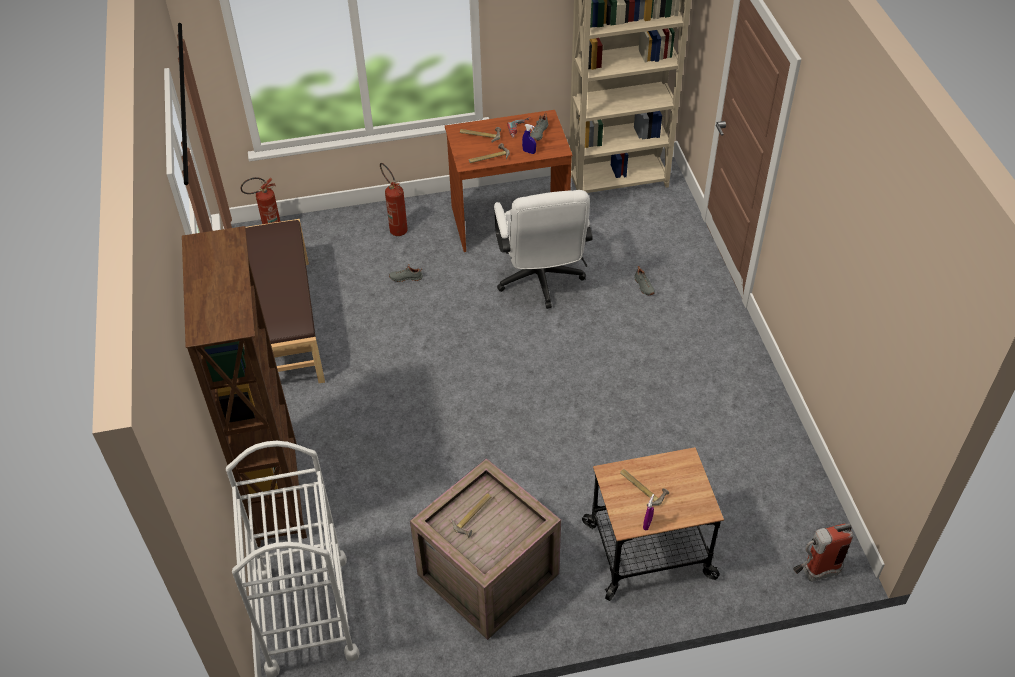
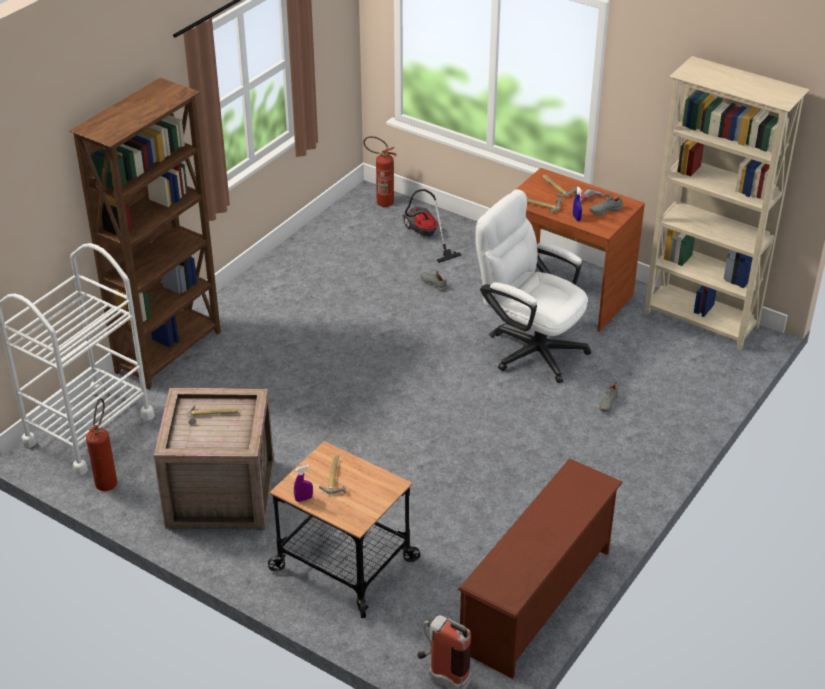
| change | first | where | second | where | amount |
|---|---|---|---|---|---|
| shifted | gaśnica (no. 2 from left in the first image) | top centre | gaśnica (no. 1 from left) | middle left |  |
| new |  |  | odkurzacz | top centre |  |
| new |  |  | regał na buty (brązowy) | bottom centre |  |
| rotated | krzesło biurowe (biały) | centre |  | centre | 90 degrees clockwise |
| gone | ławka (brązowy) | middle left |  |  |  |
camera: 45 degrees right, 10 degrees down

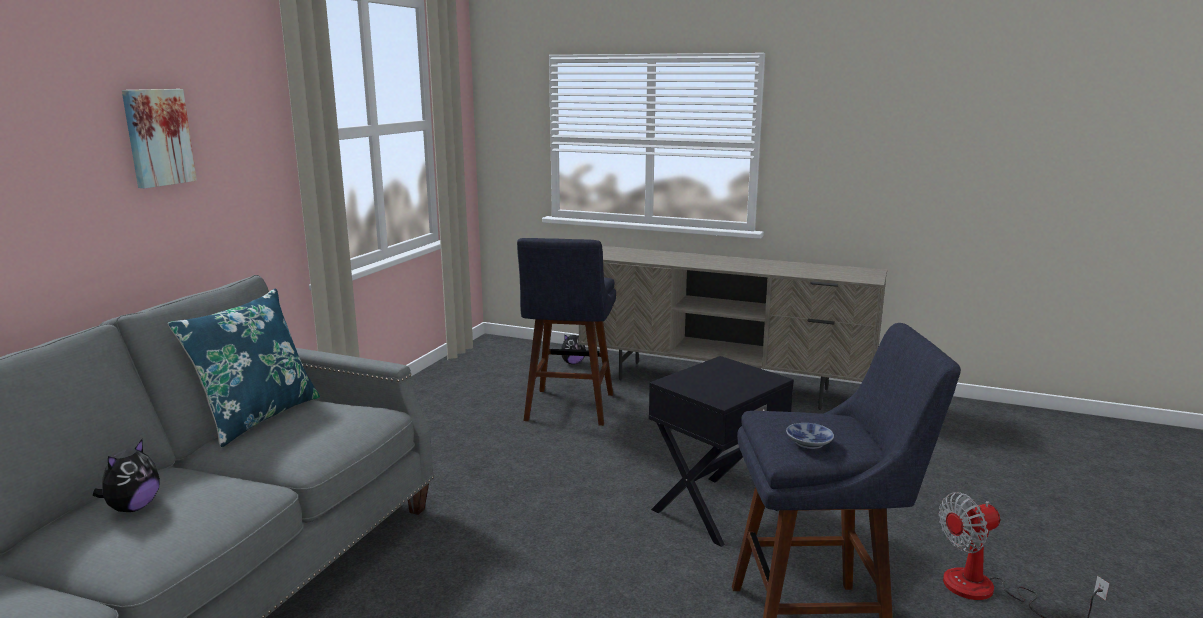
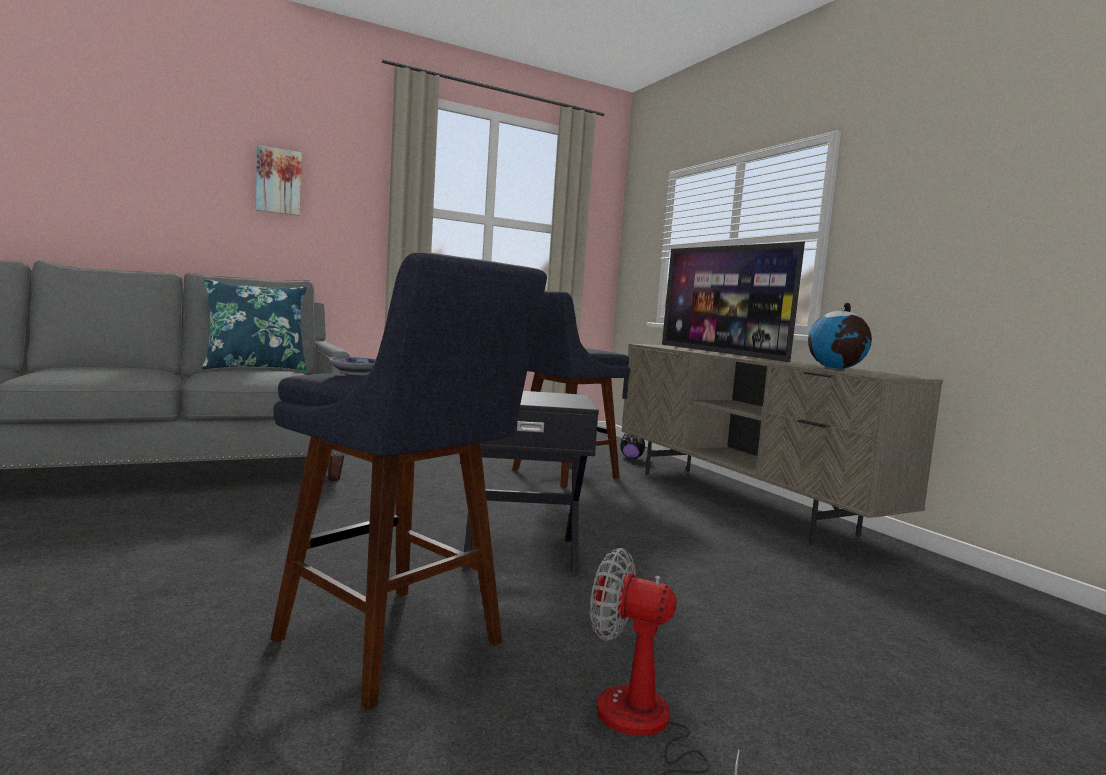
| change | first | where | second | where | amount |
|---|---|---|---|---|---|
| new |  |  | telewizor | centre |  |
| new |  |  | globus | middle right |  |
| gone | pluszak (no. 1 from left) | bottom left |  |  |  |
camera: 40 degrees right, 10 degrees down

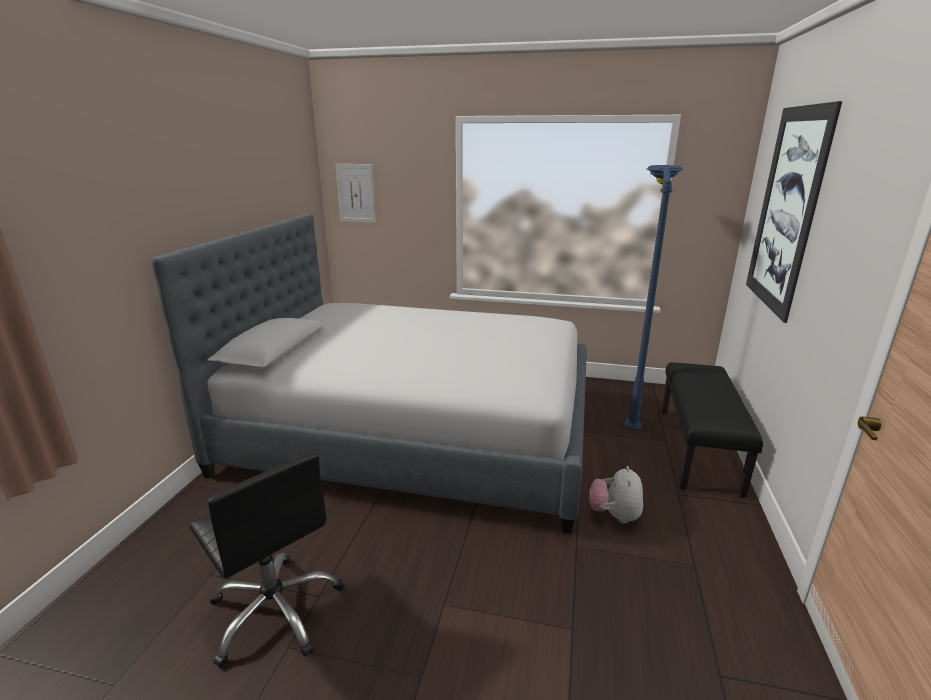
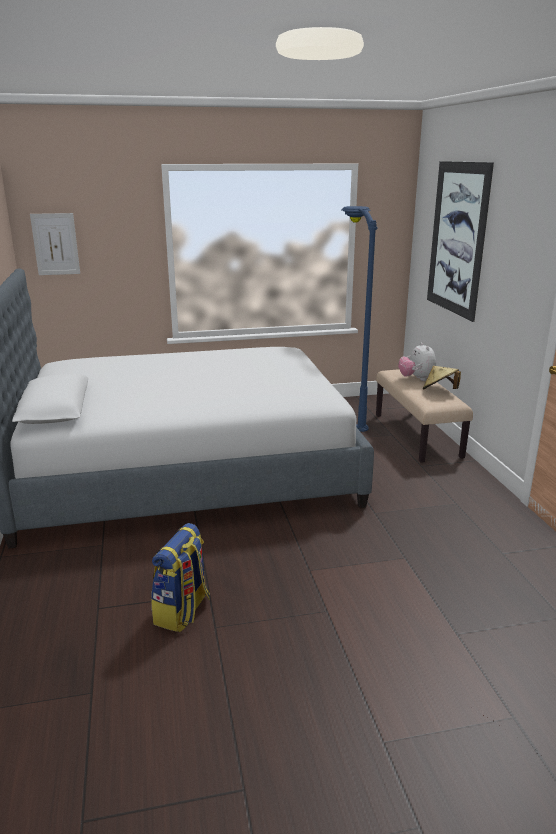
| change | first | where | second | where | amount |
|---|---|---|---|---|---|
| swapped | krzesło biurowe (czarny) | bottom left | plecak | bottom left |  |
| repainted | ławka (czarny) | middle right | ławka (beżowy) | middle right |  |
| shifted | pluszak | bottom centre |  | middle right |  |
| new |  |  | kapelusz (beżowy) | middle right |  |
camera: 25 degrees left, 0 degrees up

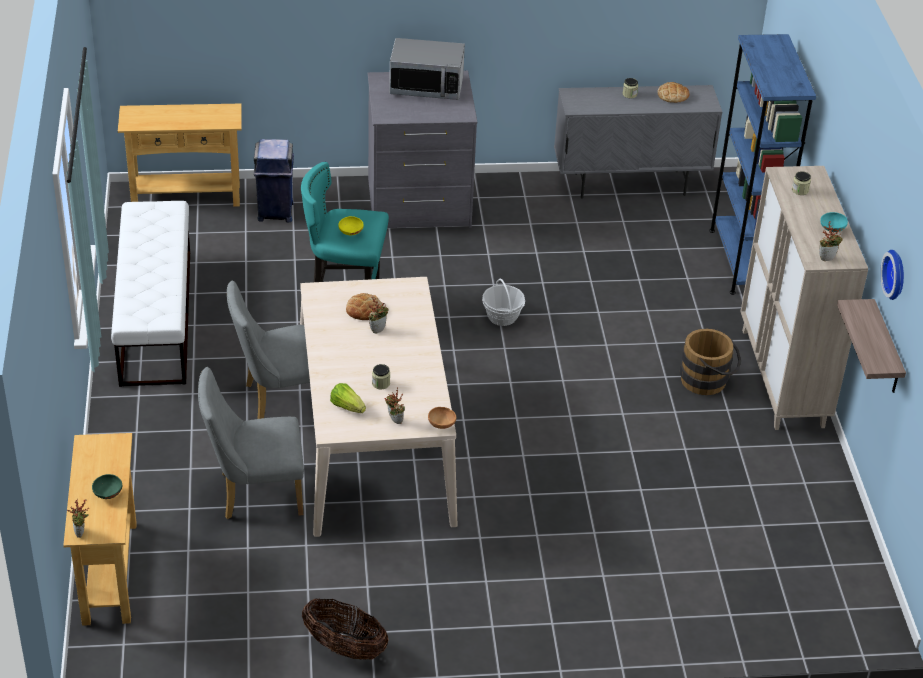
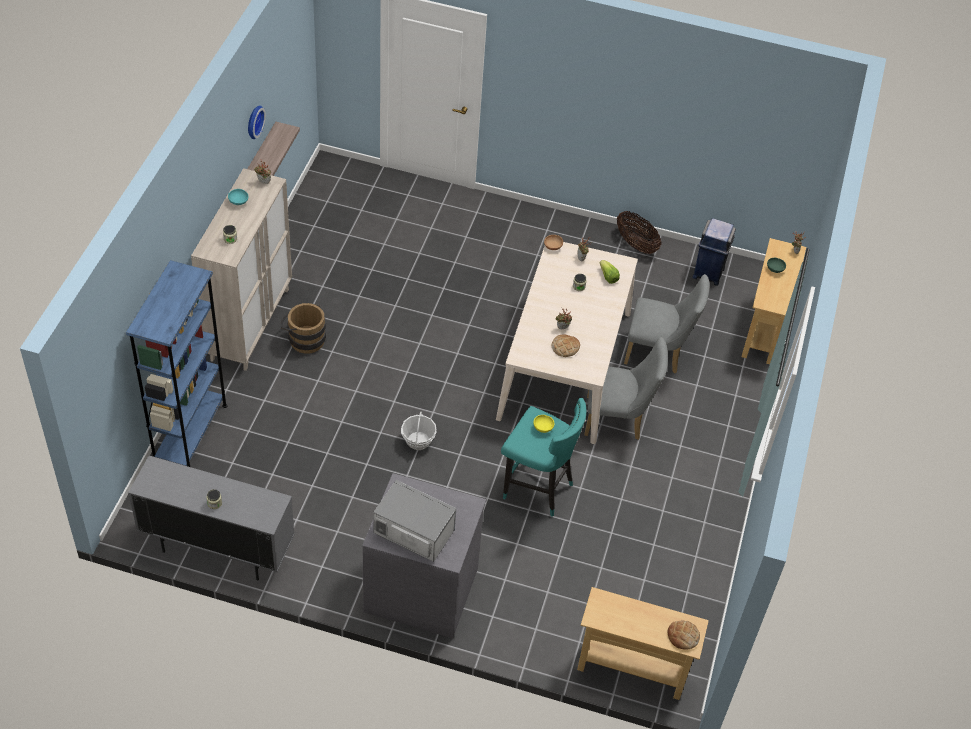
| change | first | where | second | where | amount |
|---|---|---|---|---|---|
| shifted | chleb (no. 2 from left) | top right |  | bottom right |  |
| shifted | kosz na śmieci (niebieski) | top left |  | middle right |  |
| gone | ławka (biały) | middle left |  |  |  |
camera: 160 degrees left, 10 degrees up

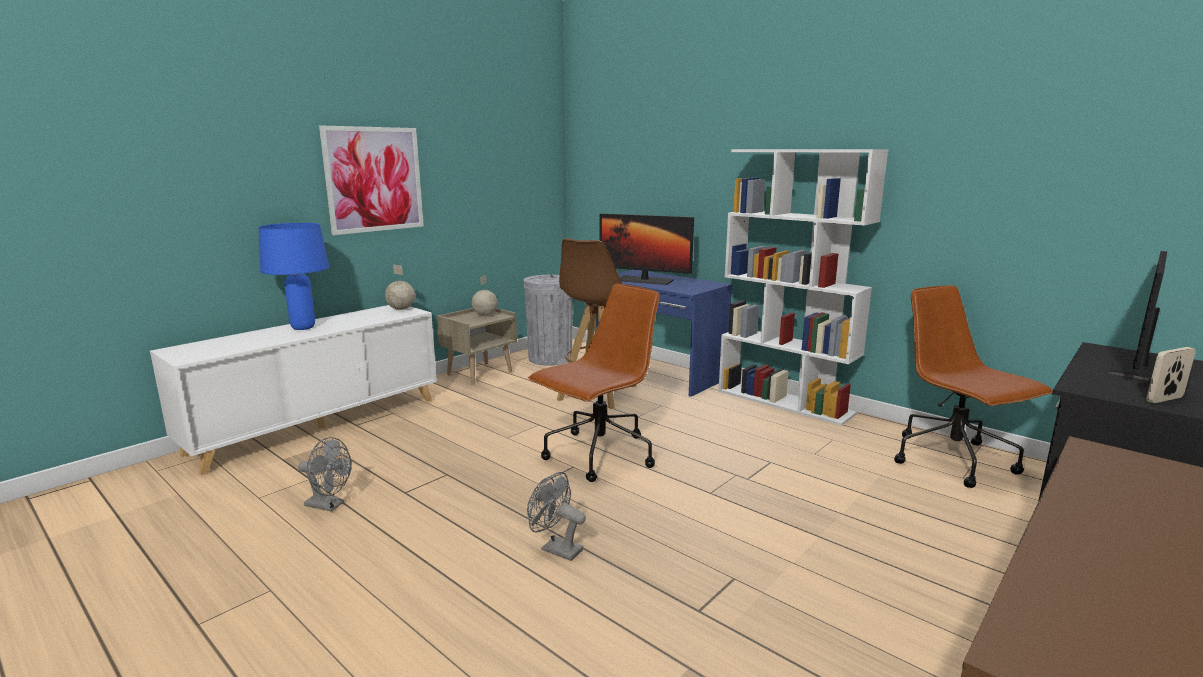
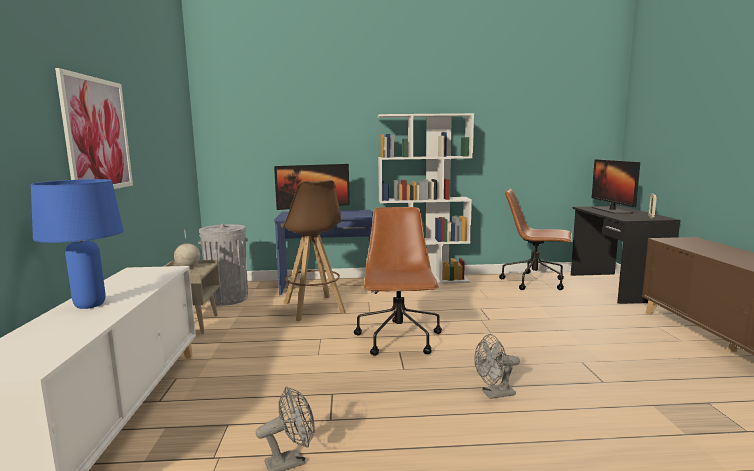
| change | first | where | second | where | amount |
|---|---|---|---|---|---|
| gone | globus (no. 1 from left) | middle left |  |  |  |
camera: 45 degrees left, 5 degrees down

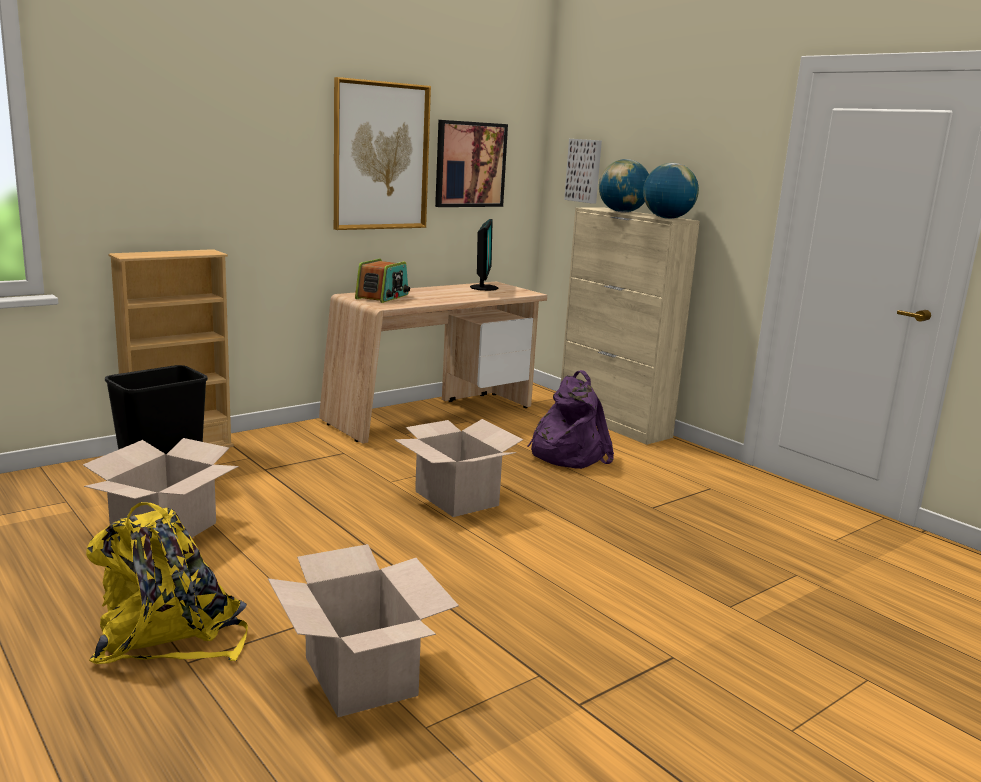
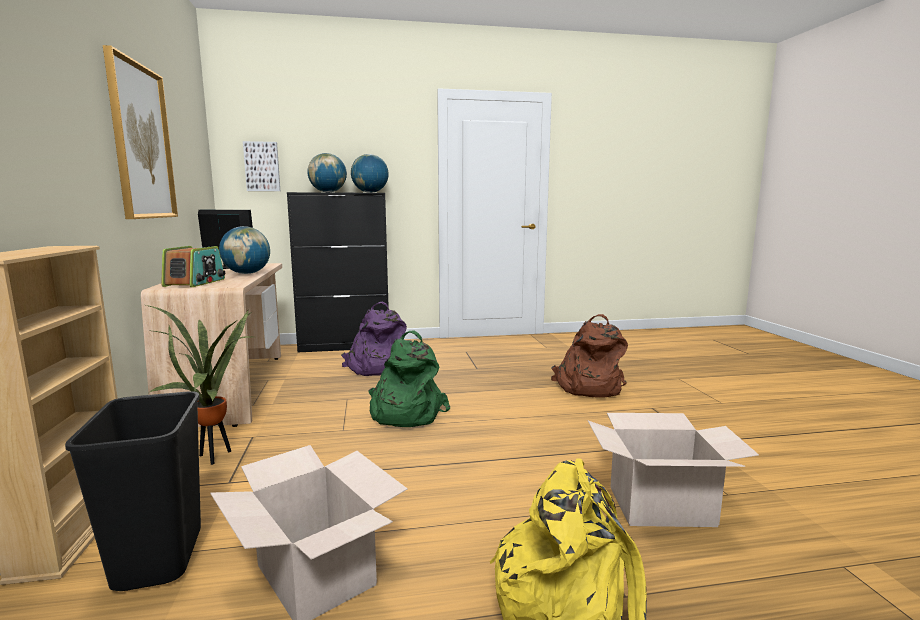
| change | first | where | second | where | amount |
|---|---|---|---|---|---|
| new |  |  | roślina doniczkowa | middle left |  |
| rotated | radio | centre |  | middle left | 45 degrees clockwise |
| new |  |  | globus (no. 1 from left) | middle left |  |
| repainted | szafka (beżowy) | centre | szafka (czarny) | centre |  |
| swapped | karton (no. 3 from left) | centre | plecak (zielony) | centre |  |
| new |  |  | plecak (brązowy) | centre |  |
| gone | obraz (no. 2 from left) | top centre |  |  |  |
camera: 60 degrees left, 5 degrees down

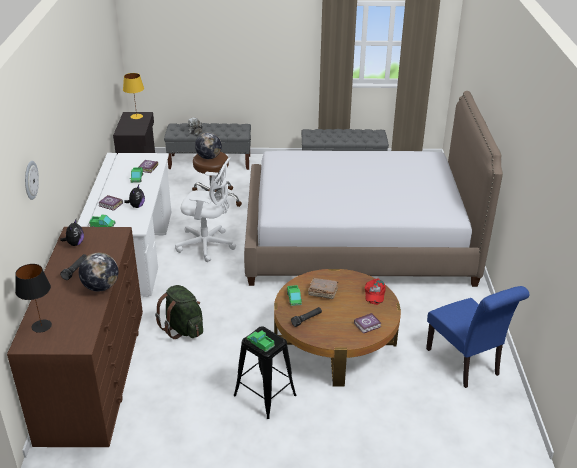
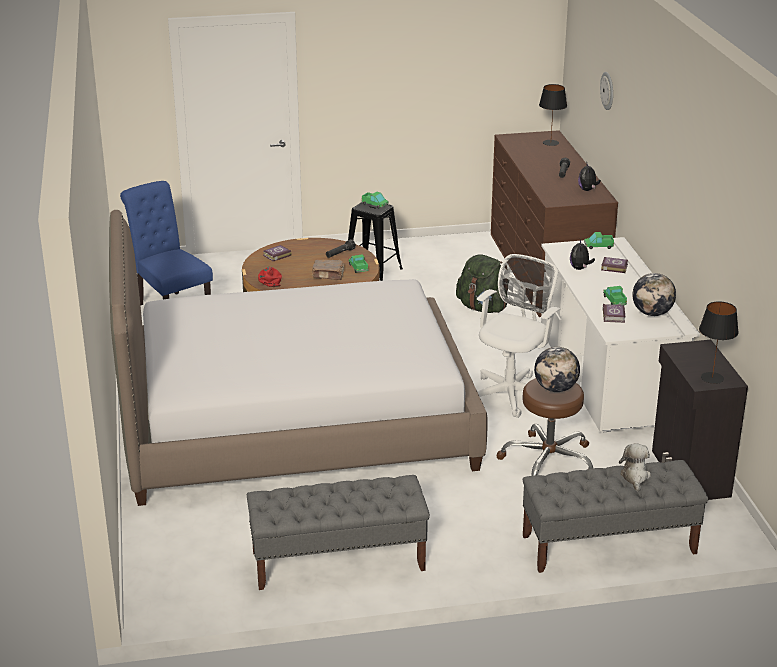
| change | first | where | second | where | amount |
|---|---|---|---|---|---|
| rotated | krzesło biurowe (biały) | centre |  | middle right | 120 degrees clockwise |
| shifted | globus (no. 1 from left in the first image) | middle left | globus (no. 2 from left) | middle right |  |
| repainted | lampa stołowa (żółty) | top left | lampa stołowa (czarny) (no. 2 from left) | middle right |  |
camera: 170 degrees right, 5 degrees down

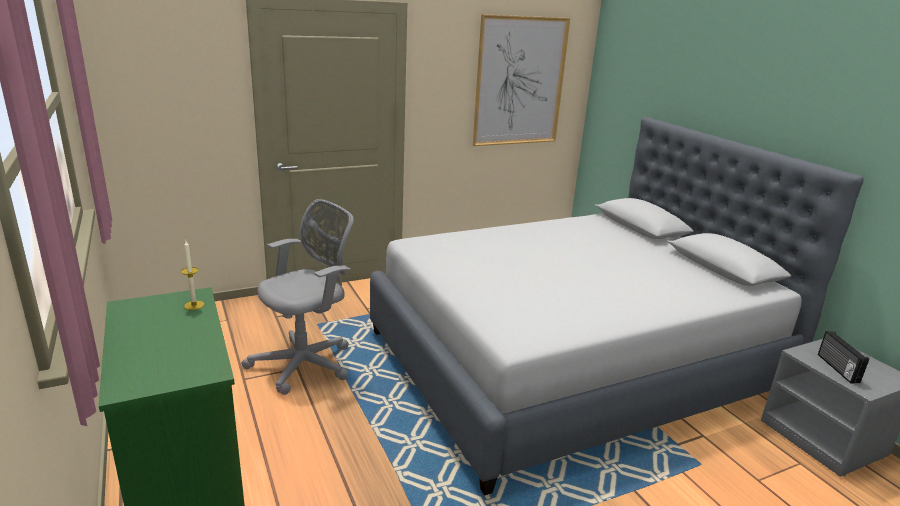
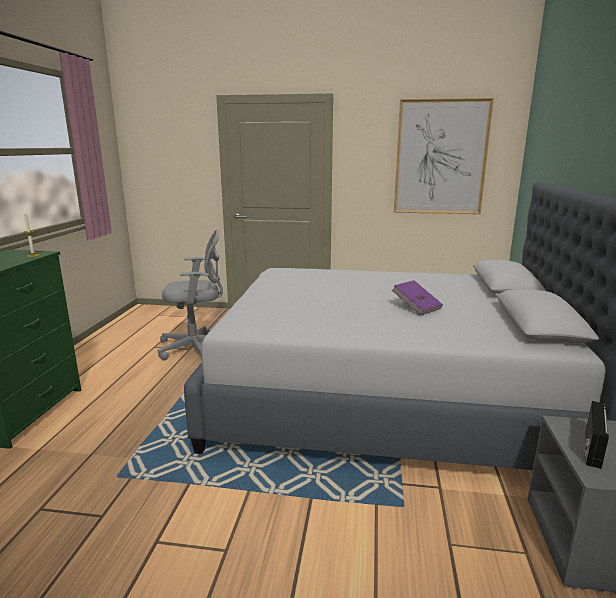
| change | first | where | second | where | amount |
|---|---|---|---|---|---|
| new |  |  | książka (fioletowy) | middle right |  |
camera: 35 degrees right, 5 degrees down

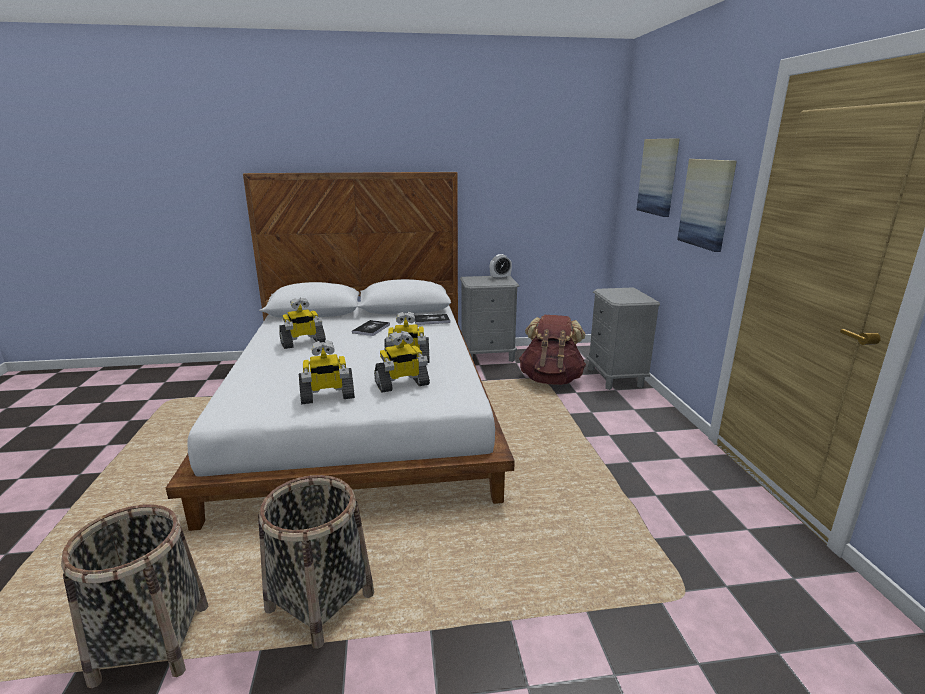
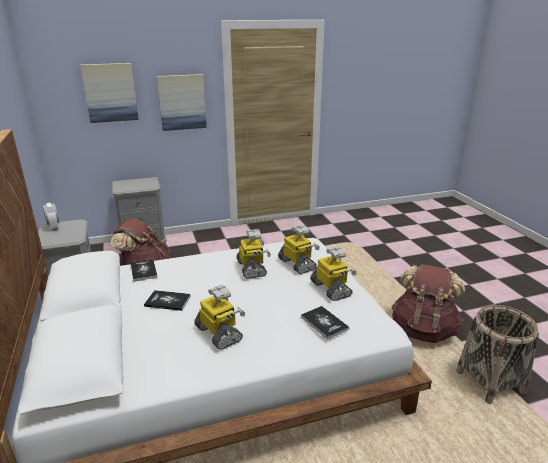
| change | first | where | second | where | amount |
|---|---|---|---|---|---|
| new |  |  | książka (no. 3 from left) | bottom centre |  |
| swapped | koszyk (no. 2 from left) | bottom centre | plecak (brązowy) (no. 2 from left) | middle right |  |
camera: 100 degrees left, 5 degrees up

